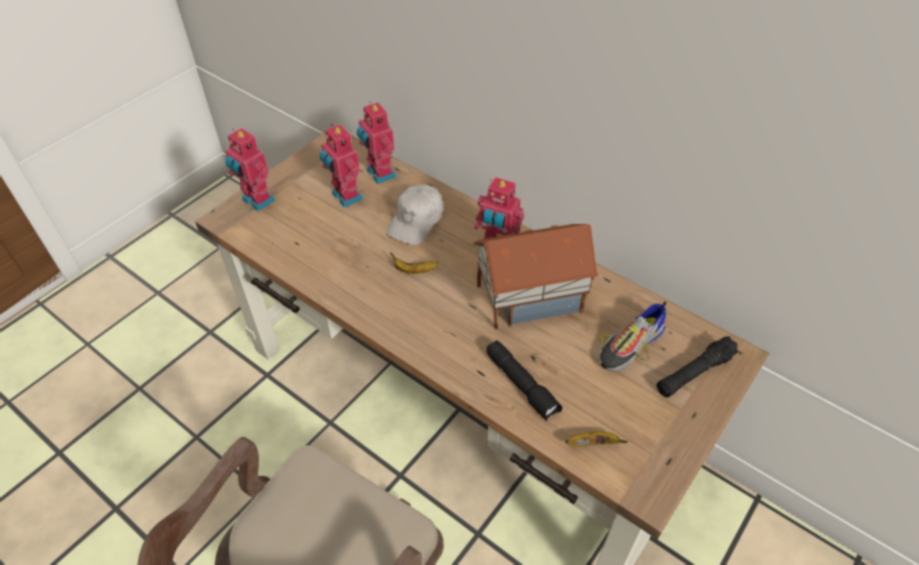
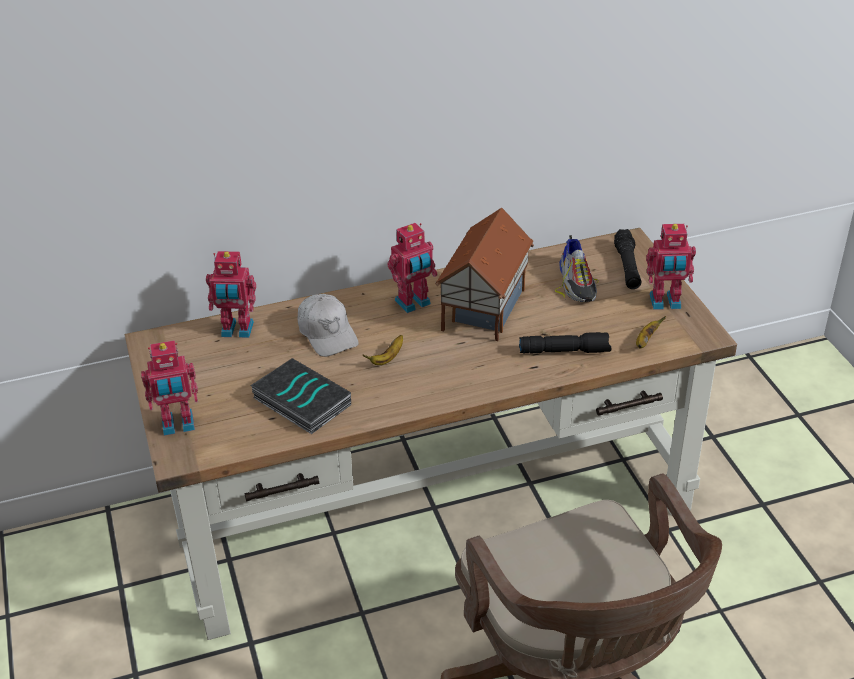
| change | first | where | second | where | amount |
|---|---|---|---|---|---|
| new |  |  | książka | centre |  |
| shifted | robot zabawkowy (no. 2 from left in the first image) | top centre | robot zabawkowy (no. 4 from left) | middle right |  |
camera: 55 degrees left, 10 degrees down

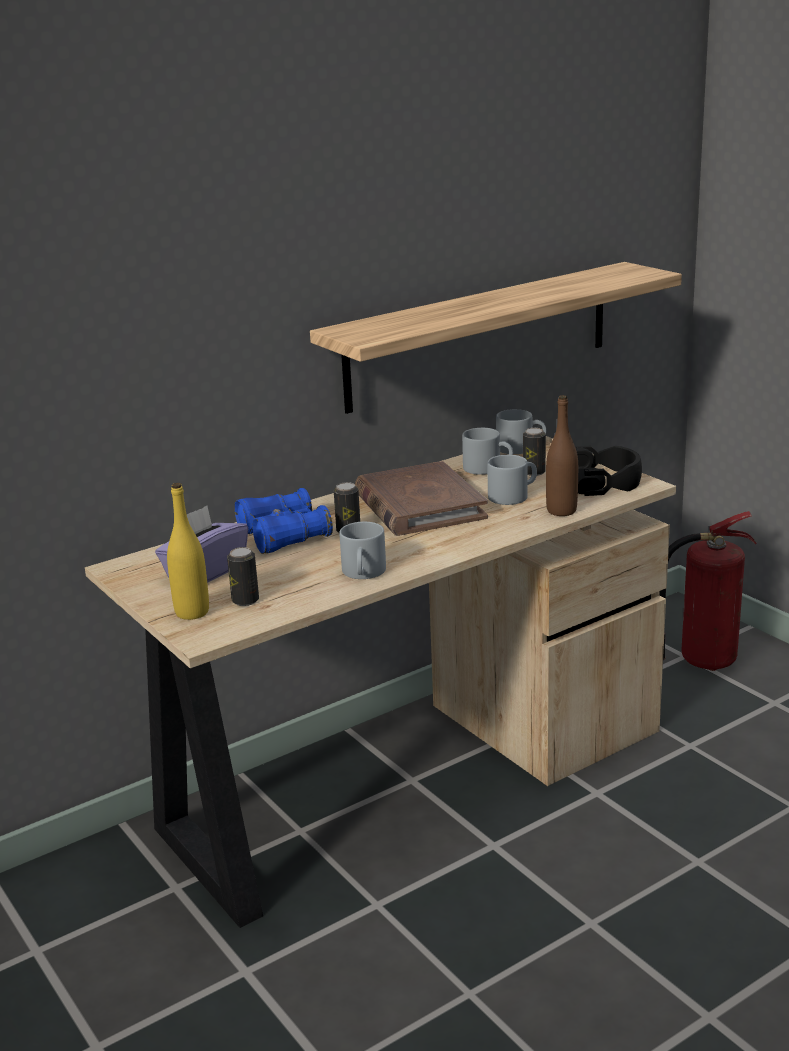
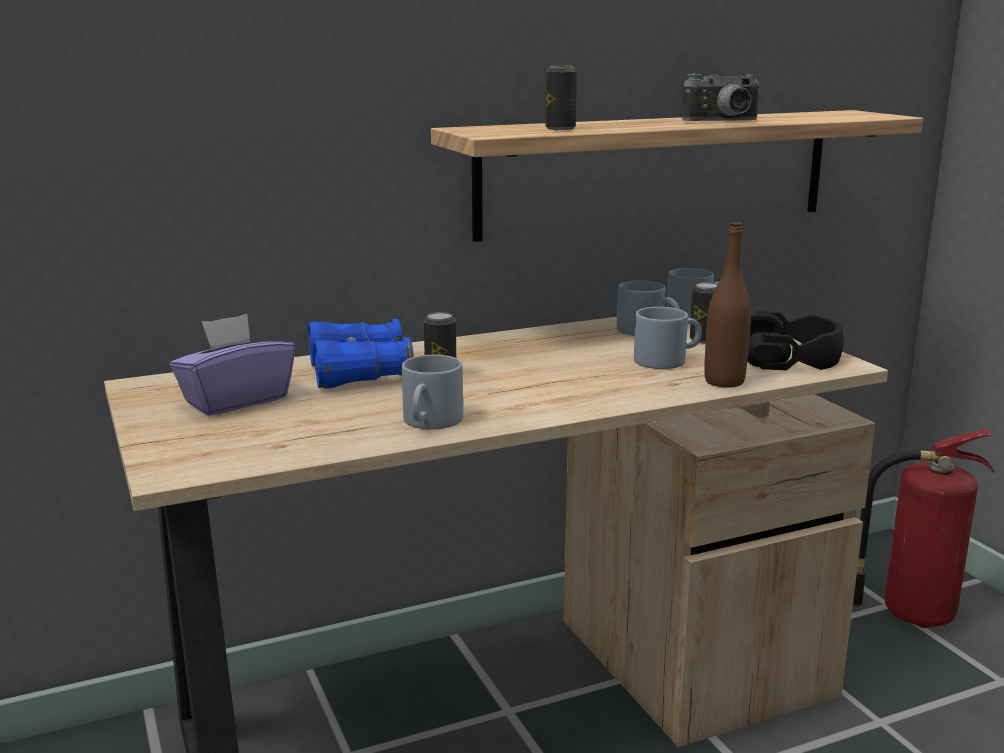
| change | first | where | second | where | amount |
|---|---|---|---|---|---|
| shifted | puszka (no. 1 from left in the first image) | middle left | puszka (no. 2 from left) | top centre |  |
| new |  |  | aparat fotograficzny | top right |  |
| gone | butelka (żółty) | middle left |  |  |  |
| gone | książka (brązowy) | centre |  |  |  |
camera: 10 degrees right, 5 degrees down

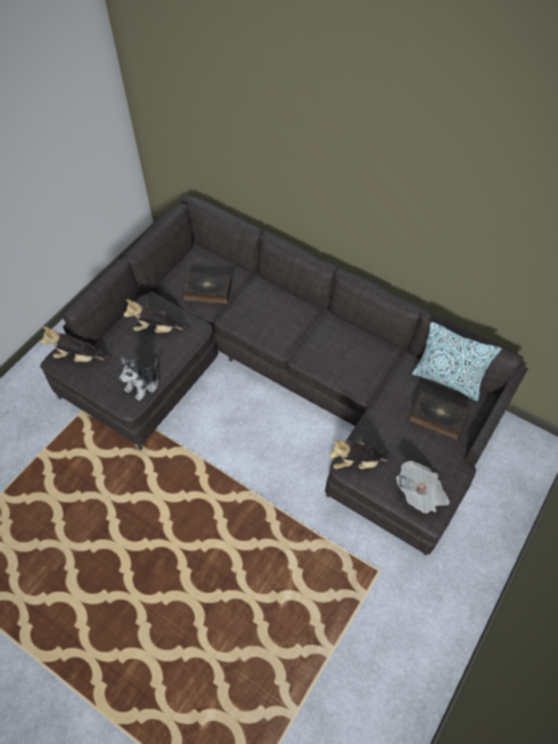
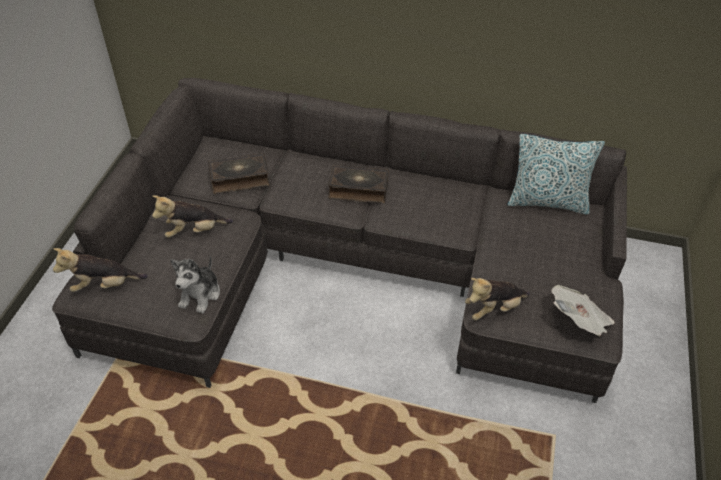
| change | first | where | second | where | amount |
|---|---|---|---|---|---|
| shifted | książka (no. 2 from left) | middle right |  | centre |  |
camera: 20 degrees left, 10 degrees down

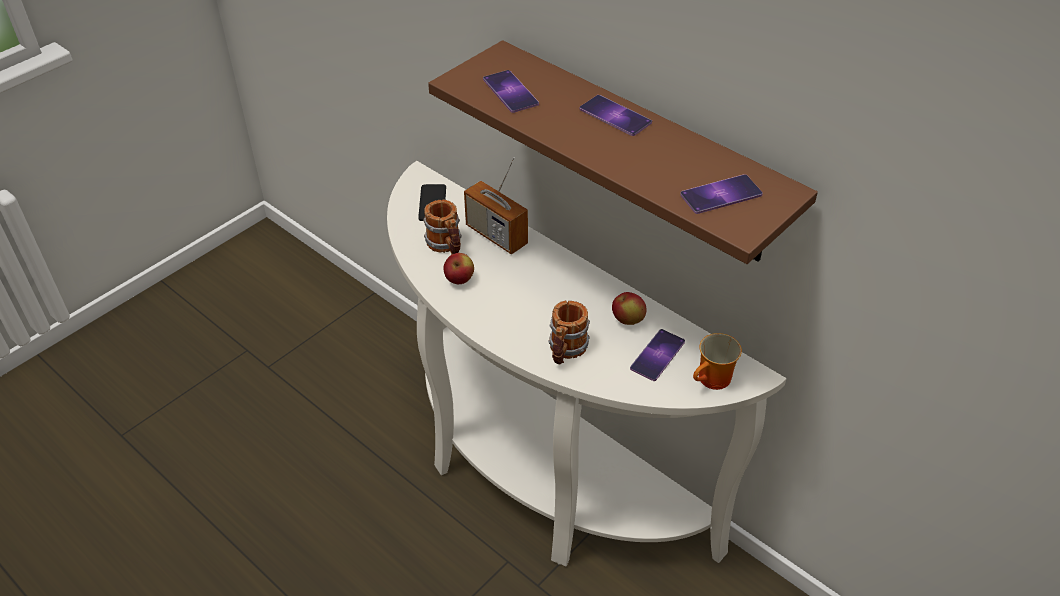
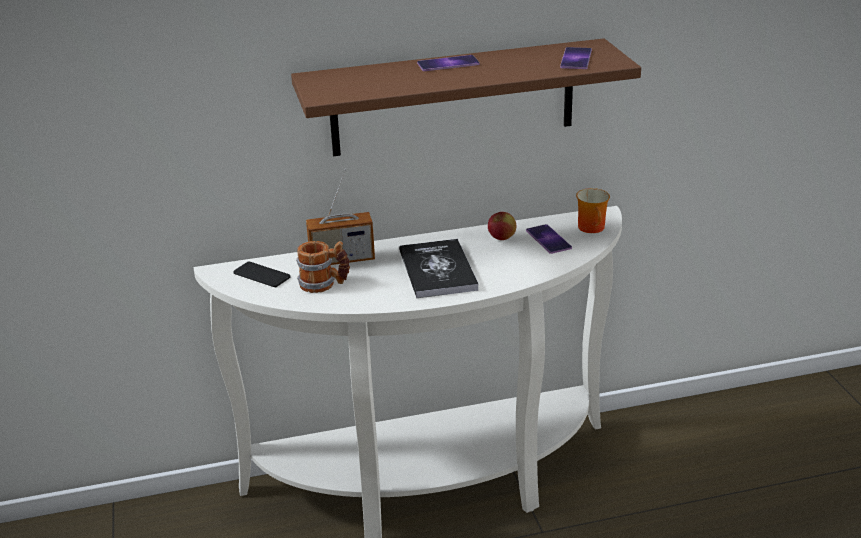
| change | first | where | second | where | amount |
|---|---|---|---|---|---|
| new |  |  | książka | centre |  |
| gone | jabłko (no. 1 from left) | centre |  |  |  |
| gone | telefon (no. 2 from left) | top centre |  |  |  |
| gone | kubek (no. 2 from left) | centre |  |  |  |
camera: 55 degrees left, 15 degrees down

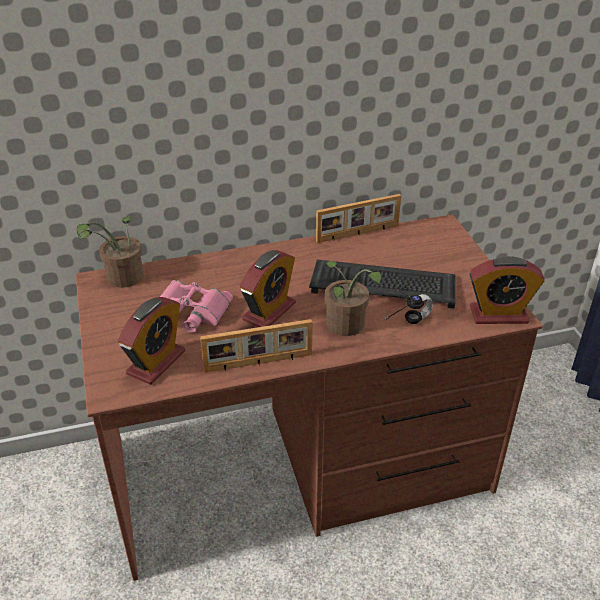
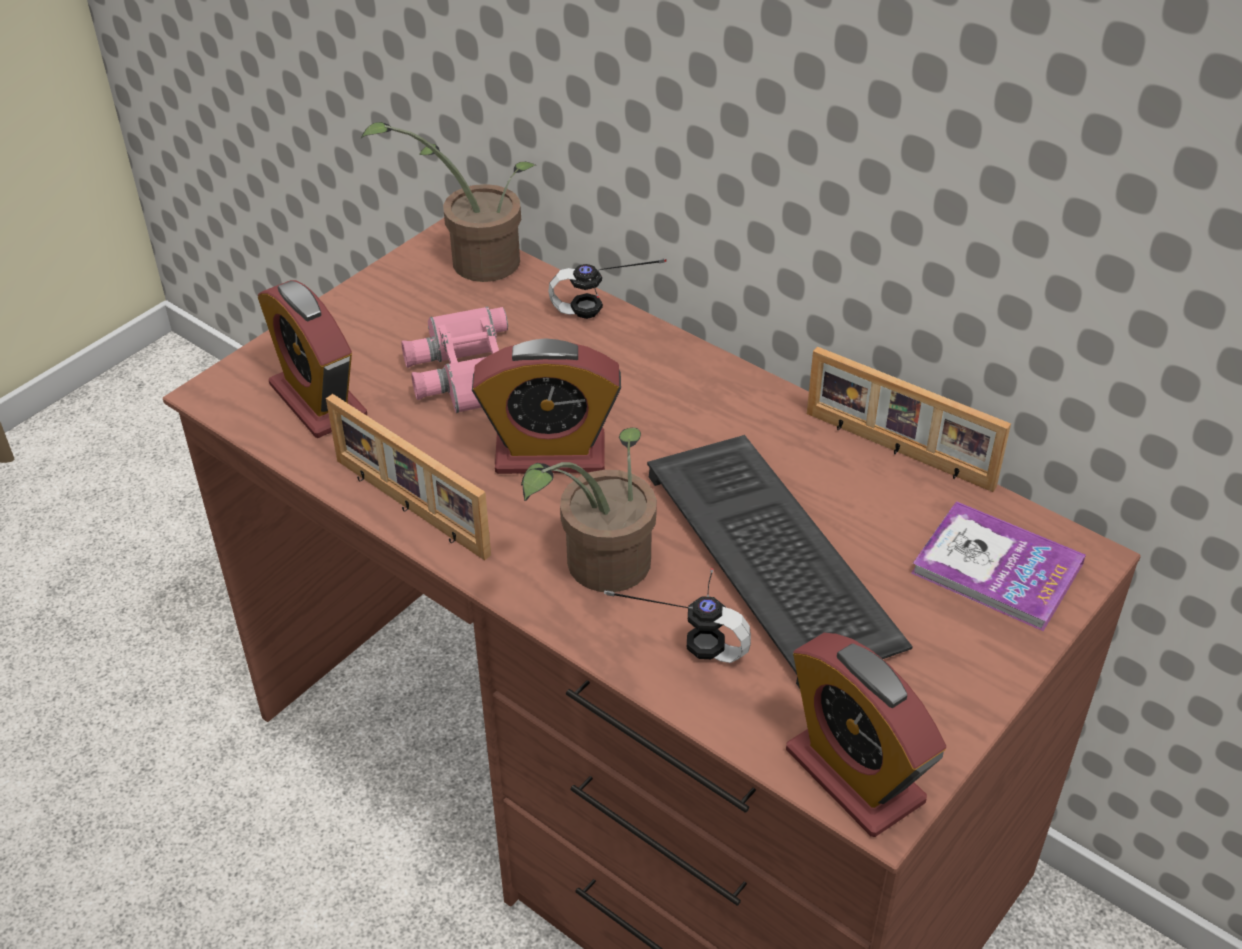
| change | first | where | second | where | amount |
|---|---|---|---|---|---|
| rotated | budzik (no. 1 from left) | middle left |  | middle left | 60 degrees clockwise |
| new |  |  | słuchawki (no. 1 from left) | top centre |  |
| new |  |  | książka | middle right |  |
camera: 55 degrees right, 5 degrees up

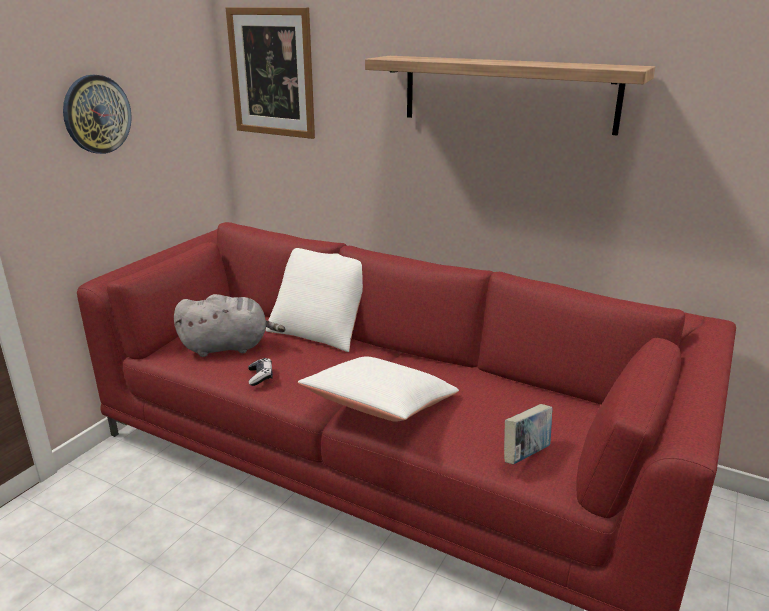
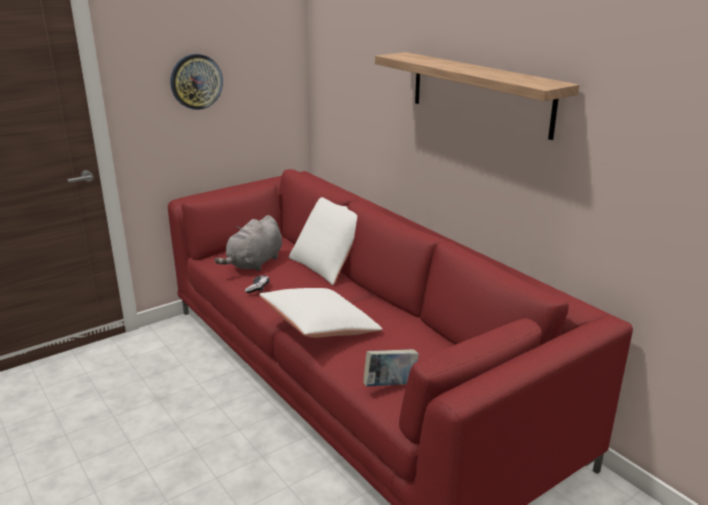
| change | first | where | second | where | amount |
|---|---|---|---|---|---|
| rotated | pluszak (szary) | middle left |  | centre | 105 degrees clockwise |
| gone | obraz | top centre |  |  |  |
camera: 25 degrees right, 0 degrees up

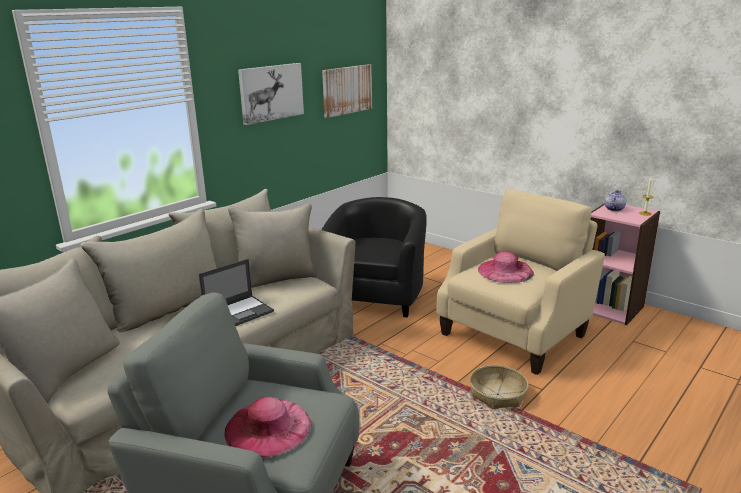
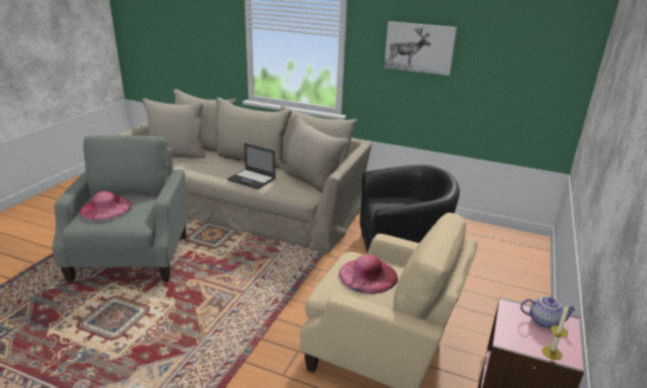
| change | first | where | second | where | amount |
|---|---|---|---|---|---|
| gone | obraz (no. 2 from left) | top centre |  |  |  |
| gone | koszyk | bottom right |  |  |  |
camera: 70 degrees right, 5 degrees up

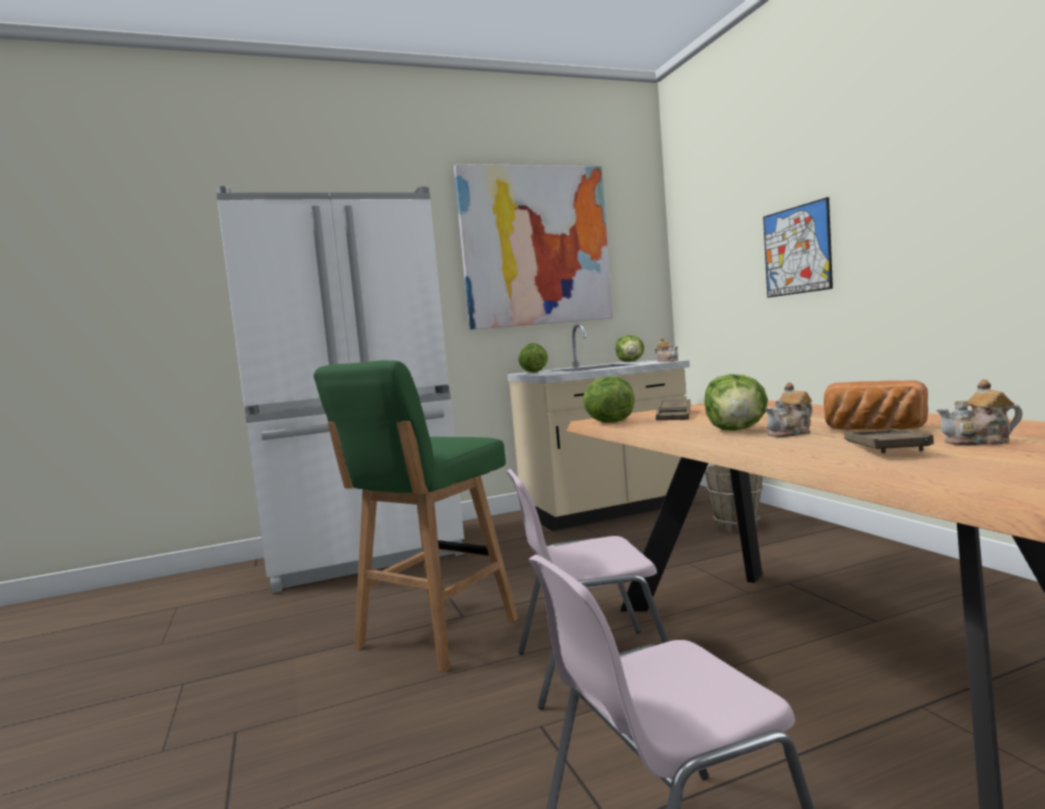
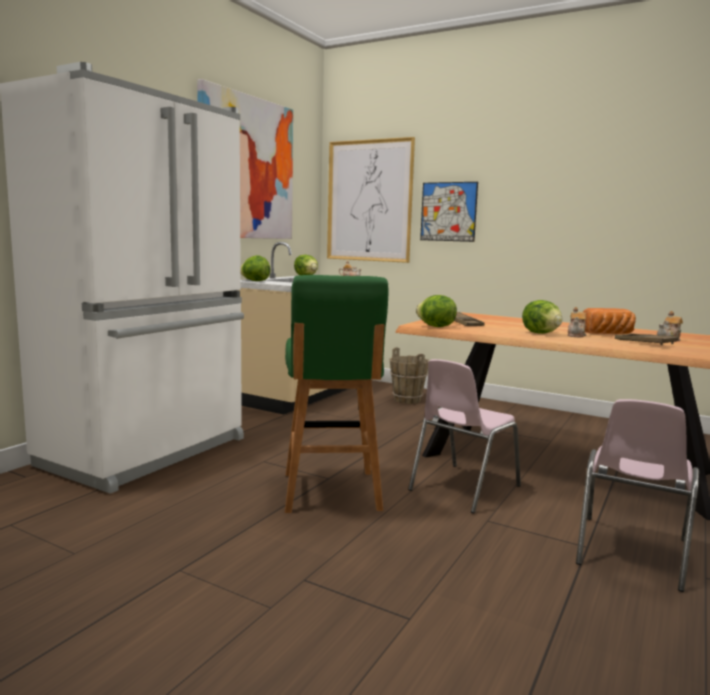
| change | first | where | second | where | amount |
|---|---|---|---|---|---|
| new |  |  | obraz (no. 2 from left) | top centre |  |
camera: 40 degrees left, 5 degrees up

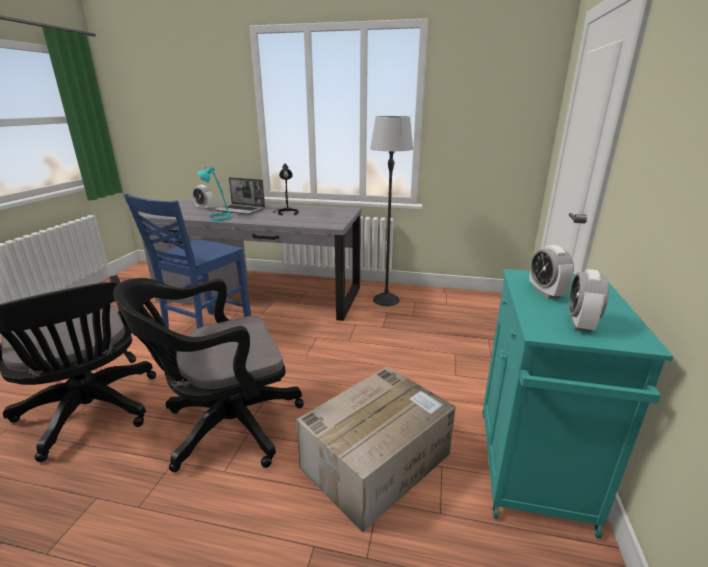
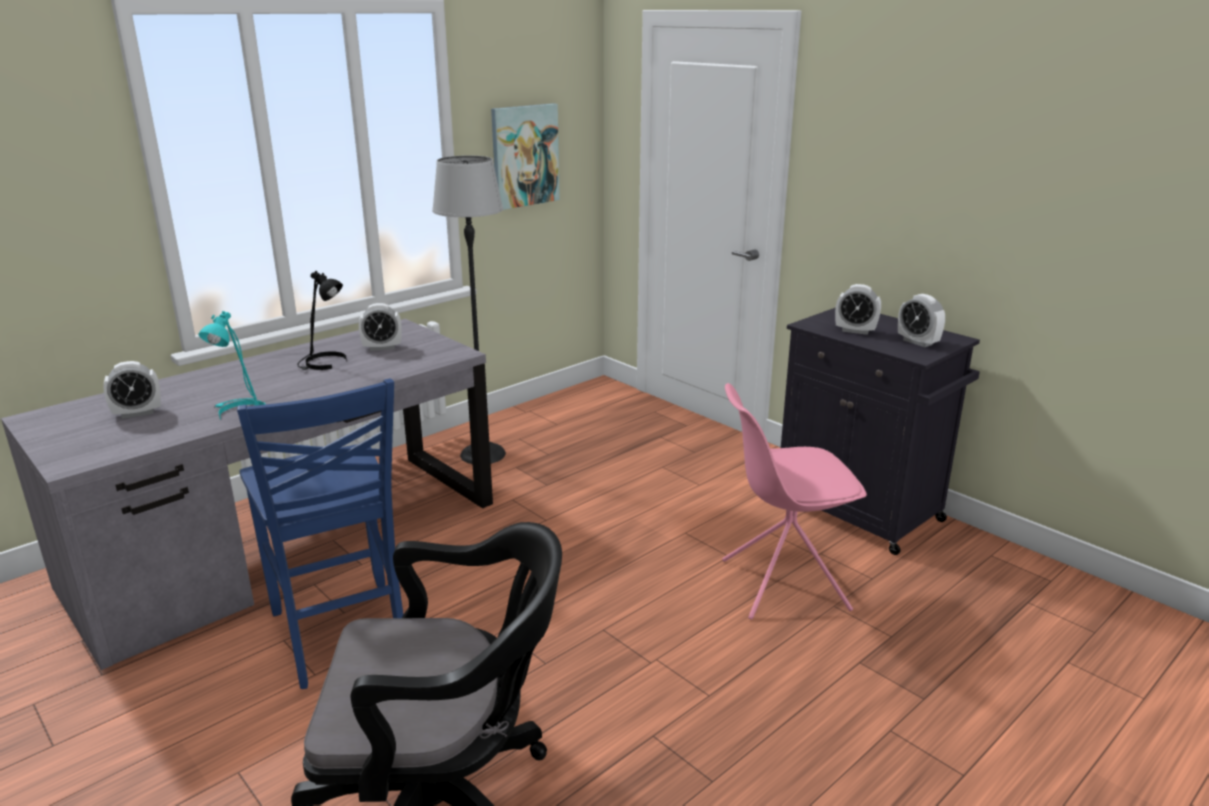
| change | first | where | second | where | amount |
|---|---|---|---|---|---|
| new |  |  | budzik (no. 2 from left) | middle left |  |
| new |  |  | obraz | top centre |  |
| swapped | karton | bottom centre | krzesło (różowy) | centre |  |
| repainted | szafka (turkusowy) | bottom right | szafka (czarny) | middle right |  |
| gone | krzesło biurowe (czarny) (no. 2 from left) | middle left |  |  |  |
| gone | laptop | centre |  |  |  |
camera: 55 degrees left, 0 degrees up

